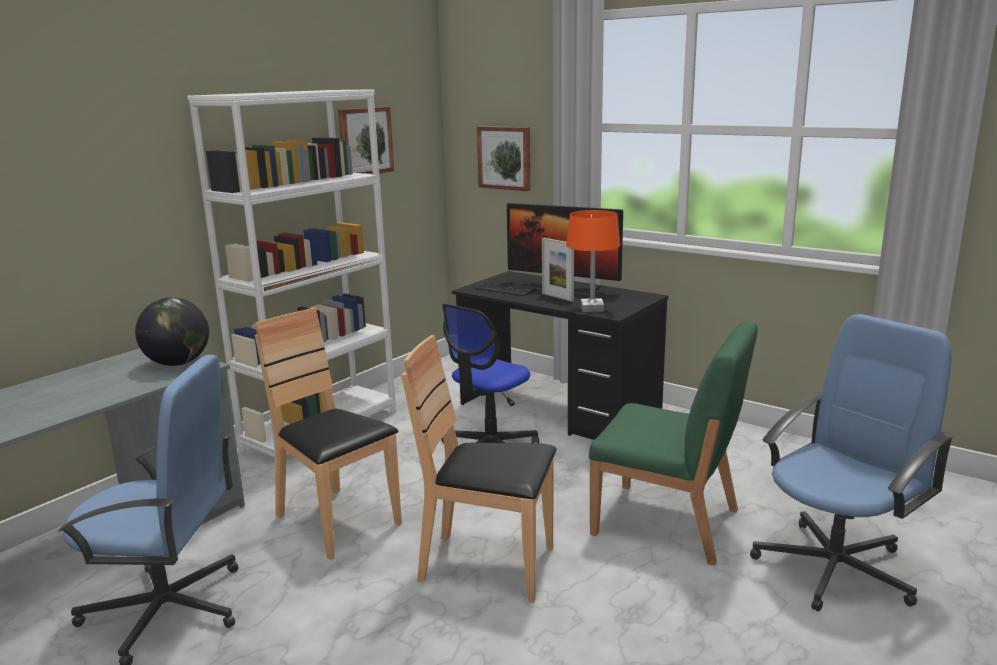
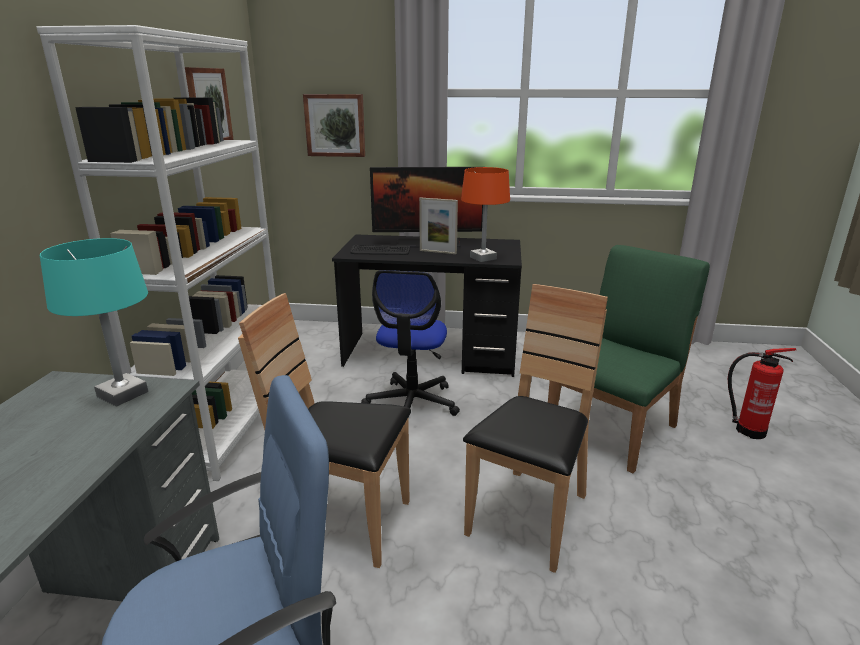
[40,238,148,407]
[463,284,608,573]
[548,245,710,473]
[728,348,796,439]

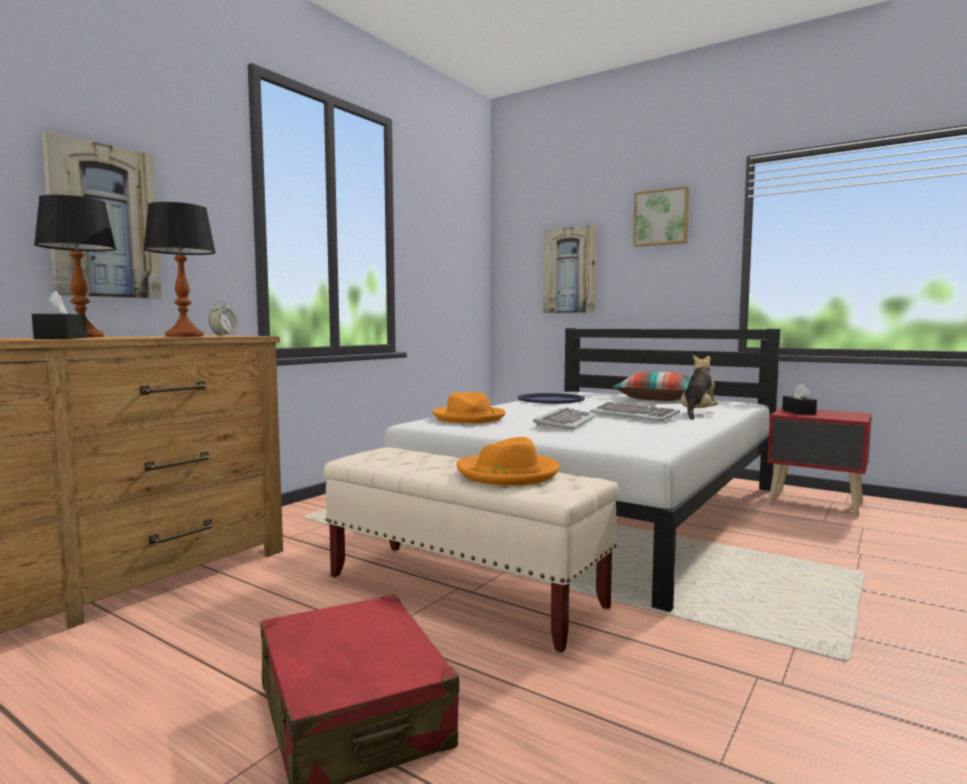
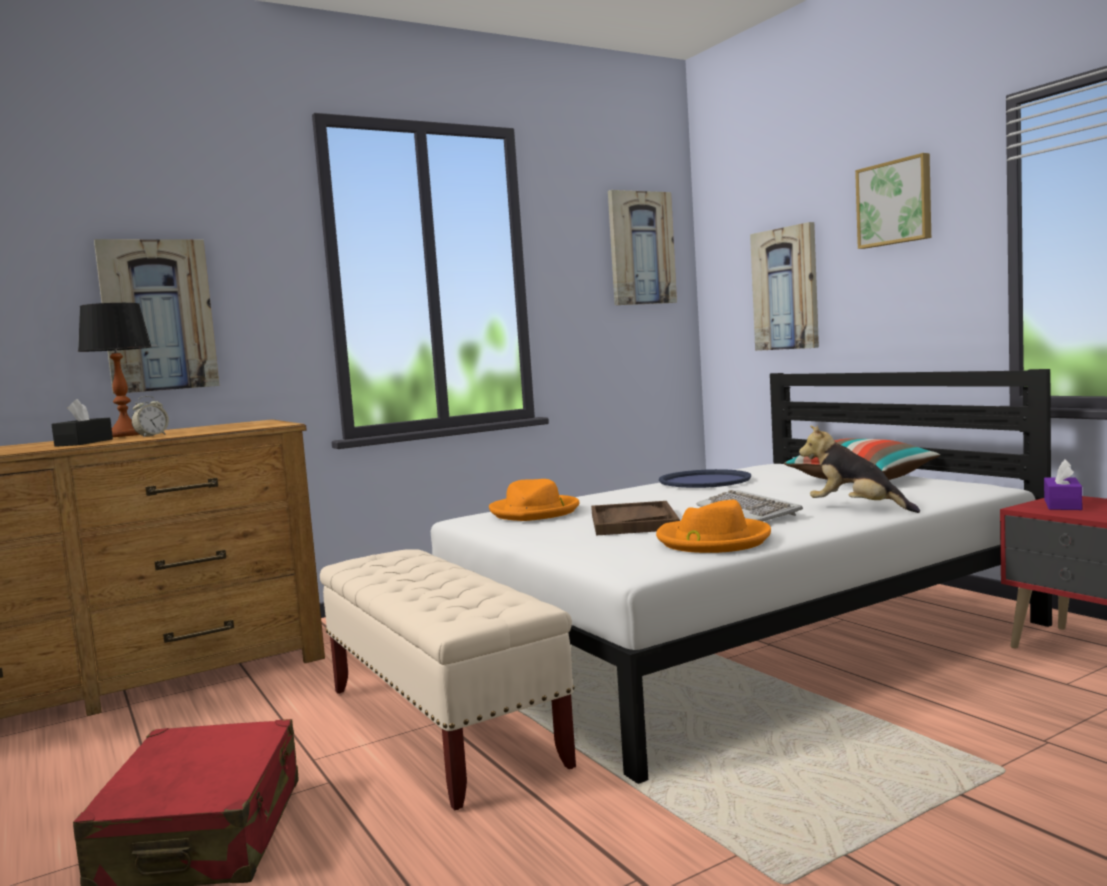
[143,202,216,337] (first image)
[131,396,169,438]
[656,500,771,553]
[591,501,680,536]
[799,425,920,513]
[1044,460,1082,510]
[608,190,677,305]

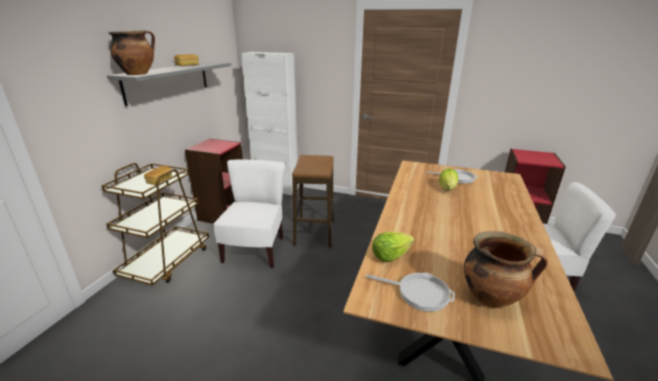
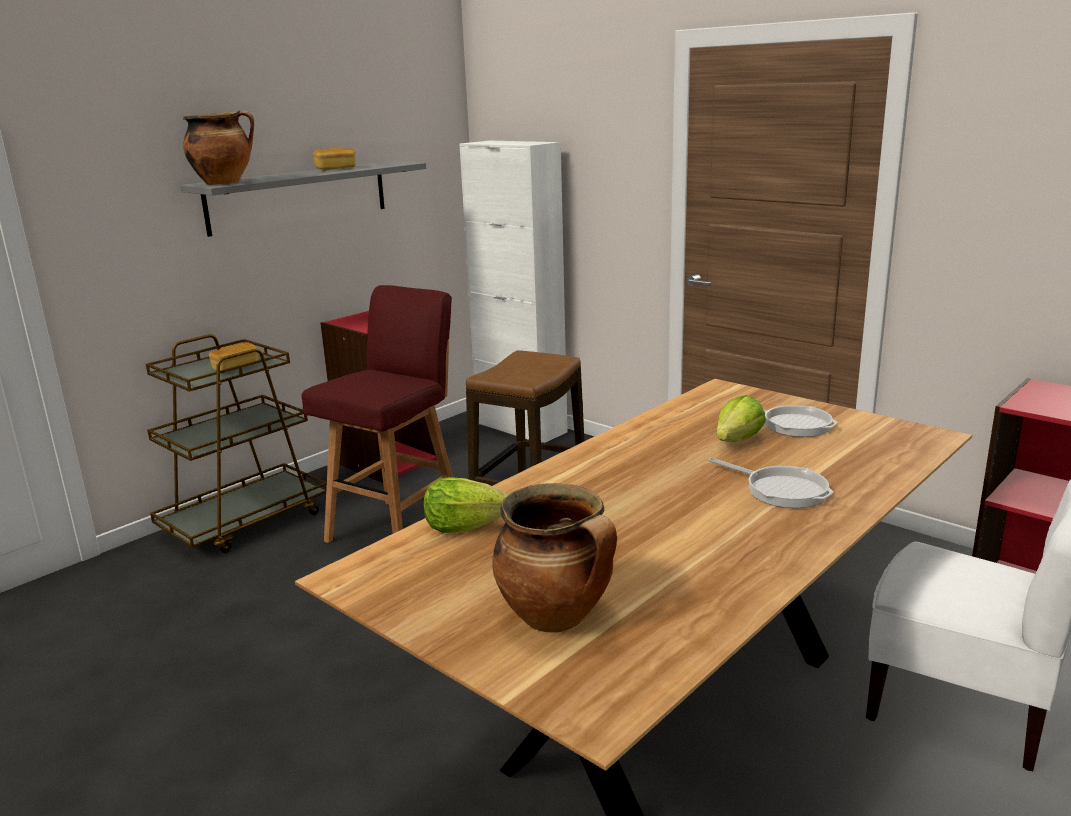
[302,285,453,543]
[708,457,834,508]

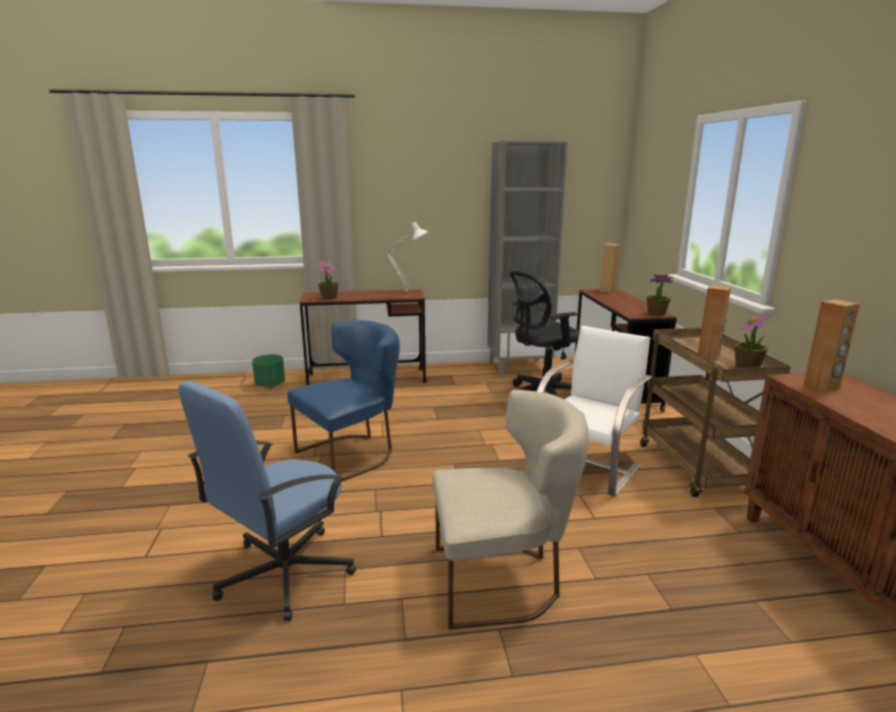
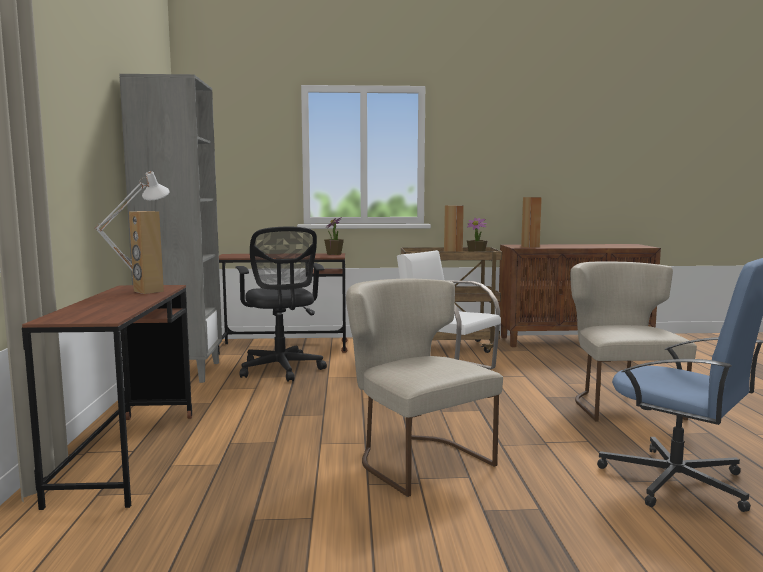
[252,354,285,388] (first image)
[346,279,503,497]
[316,261,338,300] (first image)
[129,211,164,294]

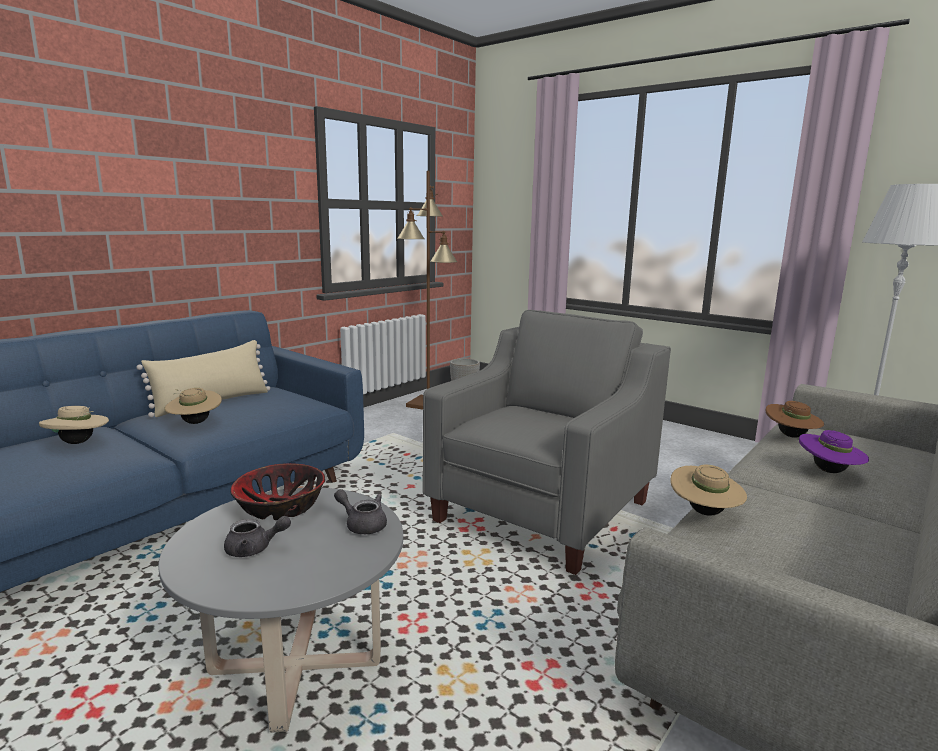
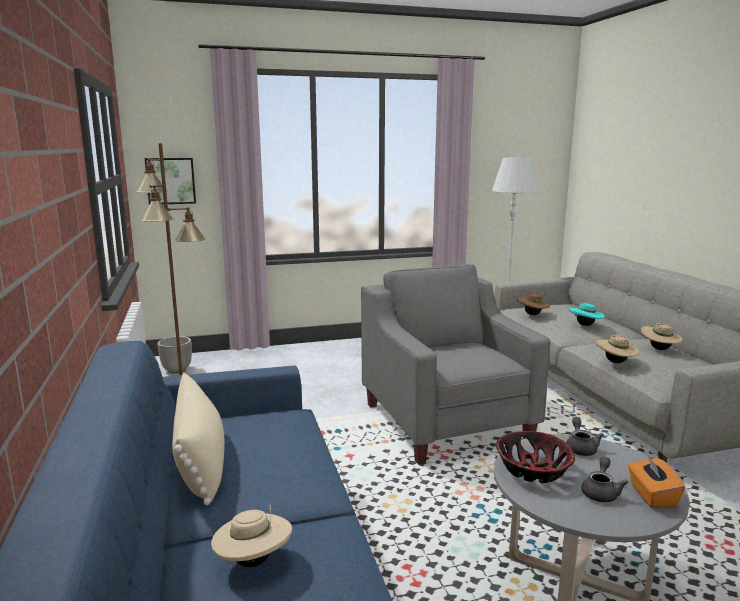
[641,323,683,350]
[566,417,604,456]
[569,303,605,326]
[144,158,196,205]
[628,456,685,508]

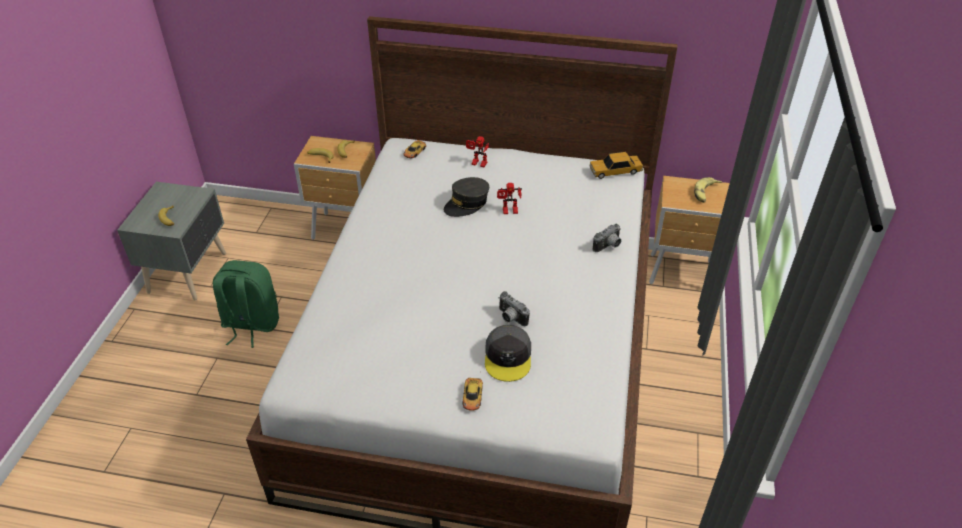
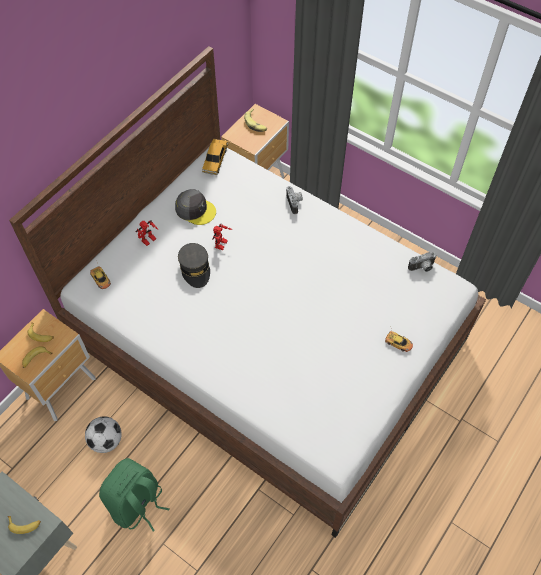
[175,189,216,225]
[408,252,436,272]
[85,416,122,453]

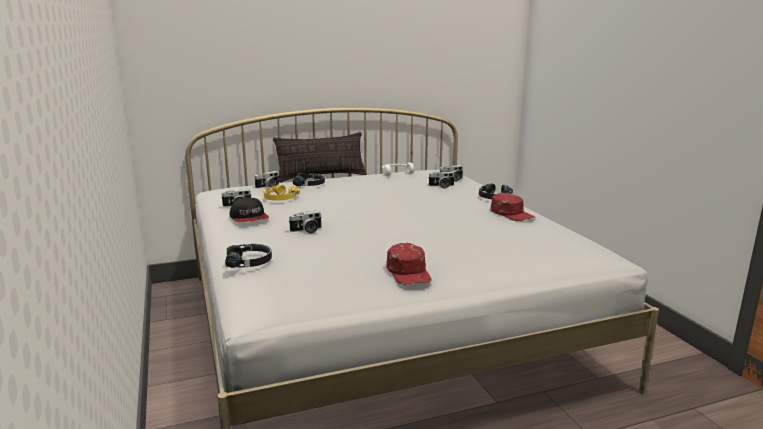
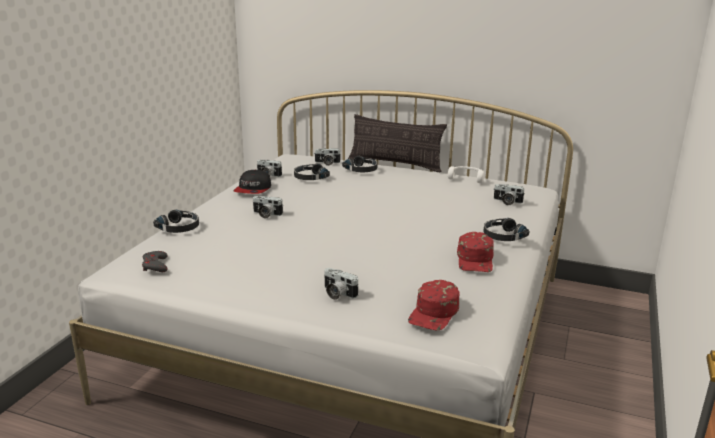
[294,163,330,180]
[408,280,460,330]
[324,268,358,300]
[142,251,168,272]

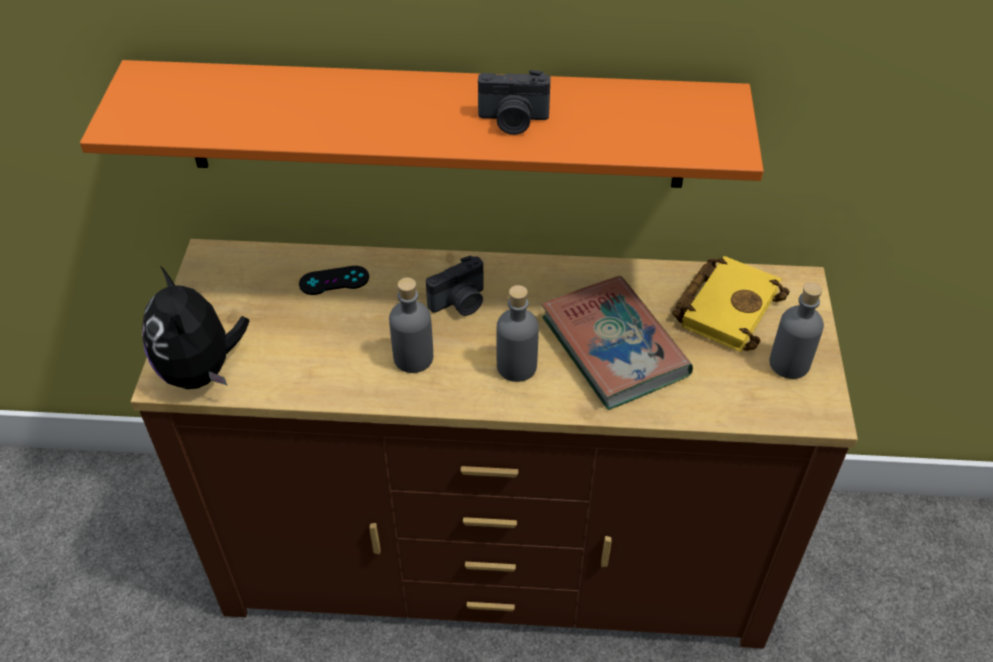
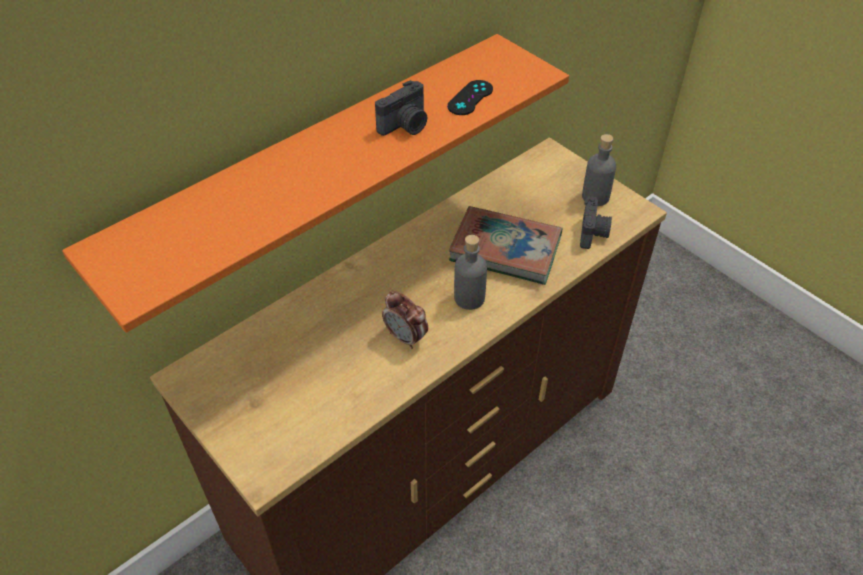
[142,266,250,389] (first image)
[447,80,493,115]
[382,291,428,349]
[580,196,612,249]
[672,256,790,352] (first image)

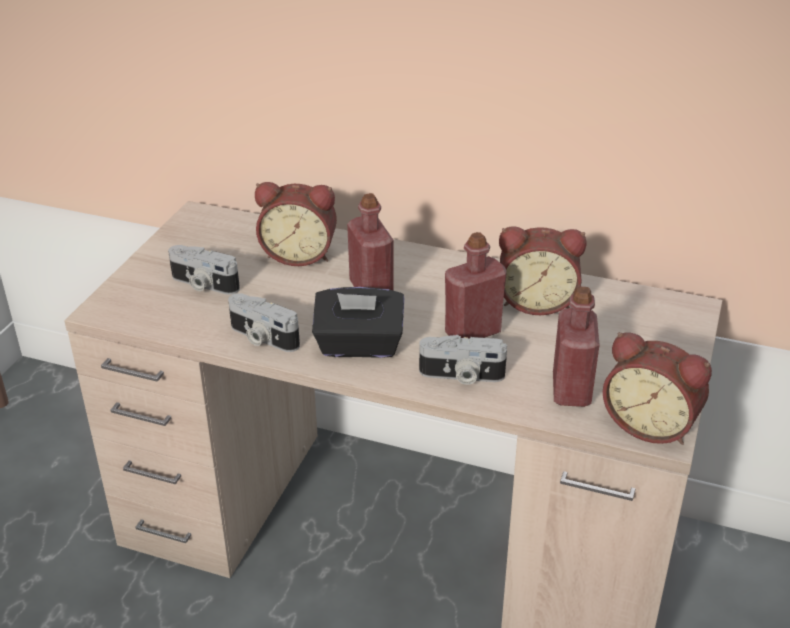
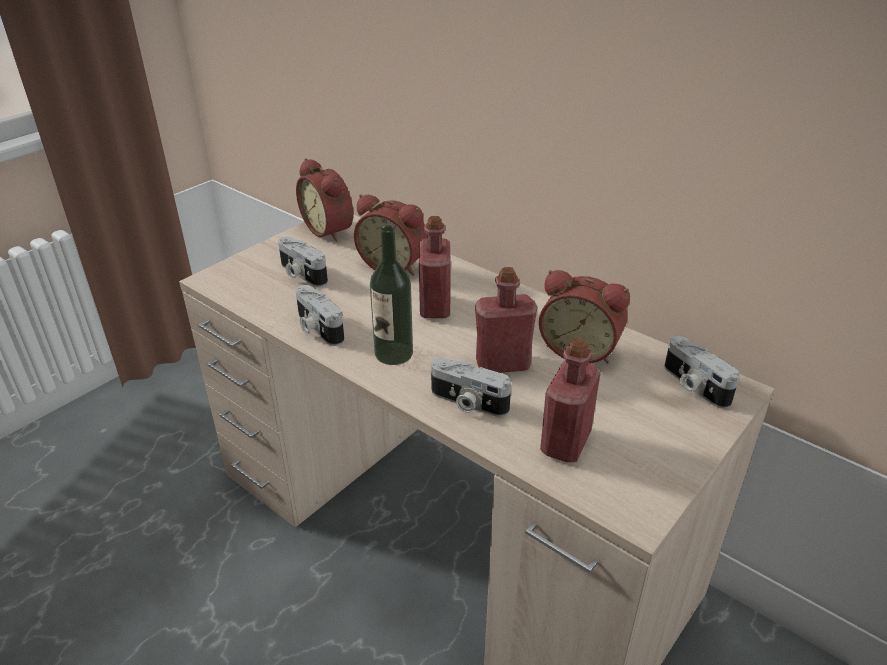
[370,225,413,365]
[296,158,353,242]
[664,336,739,409]

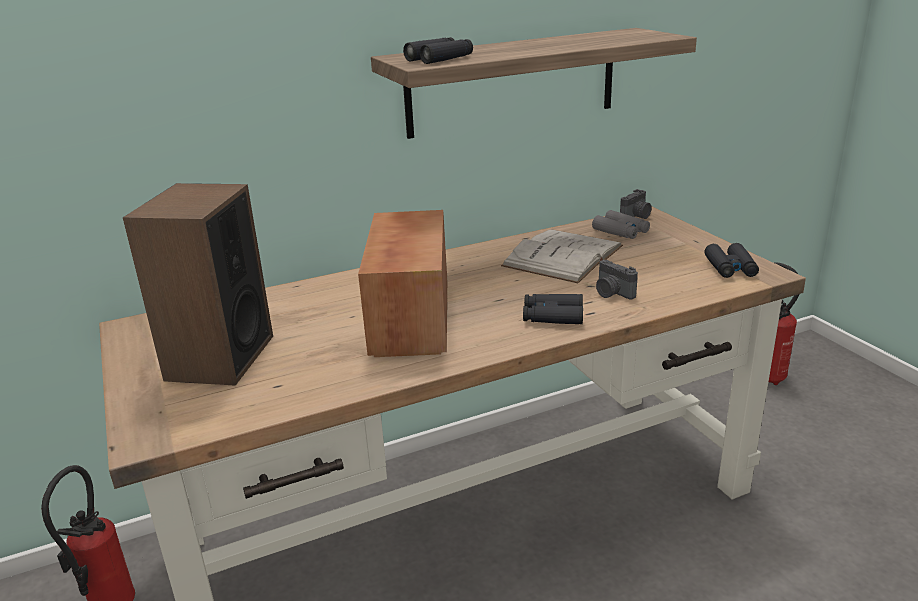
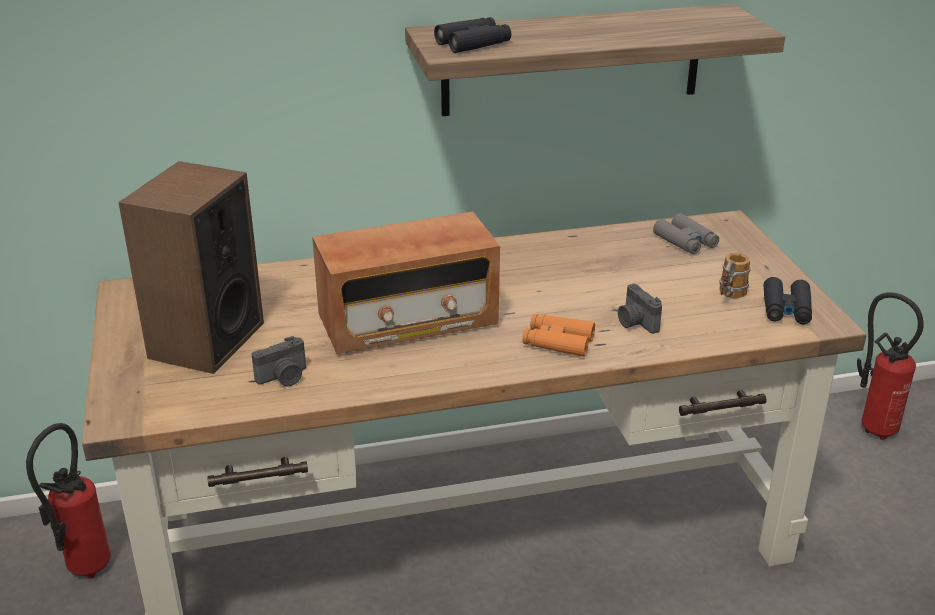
[312,212,500,354]
[501,229,623,283] (first image)
[523,314,595,357]
[252,336,306,387]
[719,253,751,298]

